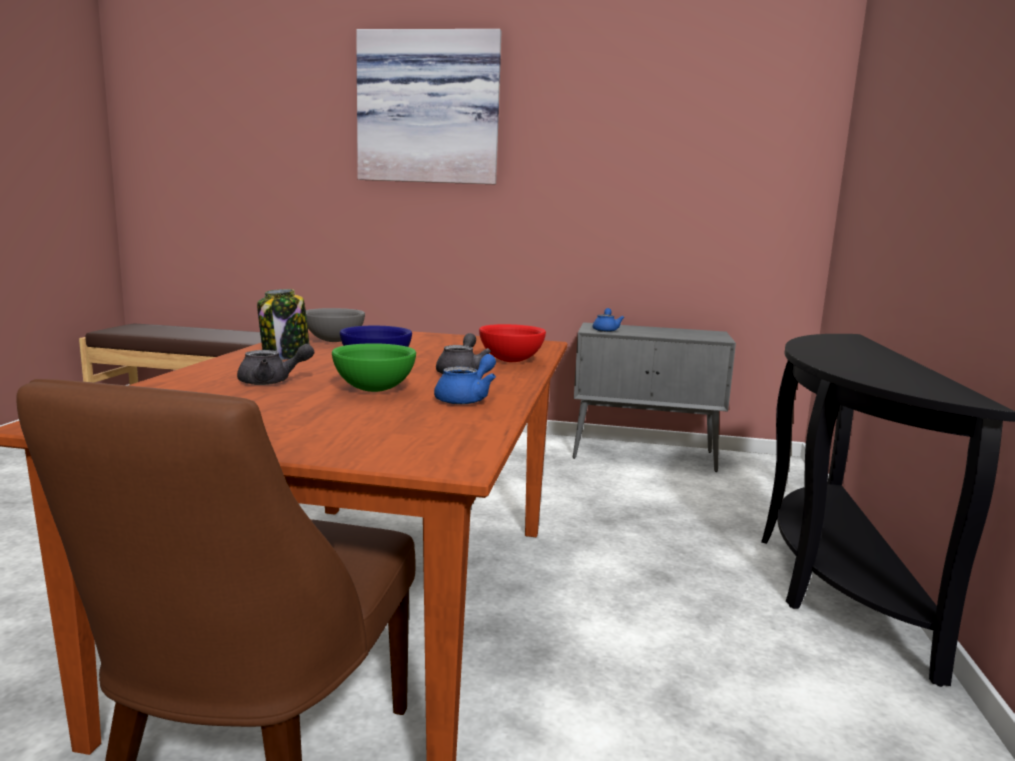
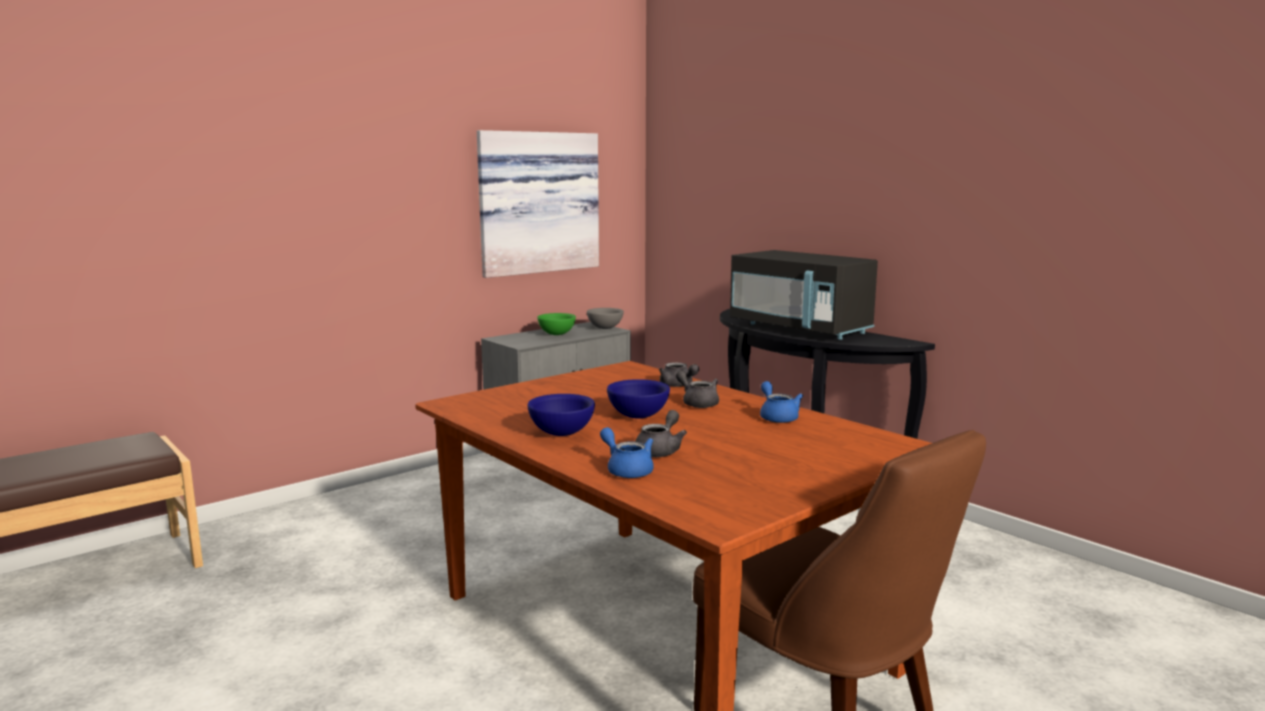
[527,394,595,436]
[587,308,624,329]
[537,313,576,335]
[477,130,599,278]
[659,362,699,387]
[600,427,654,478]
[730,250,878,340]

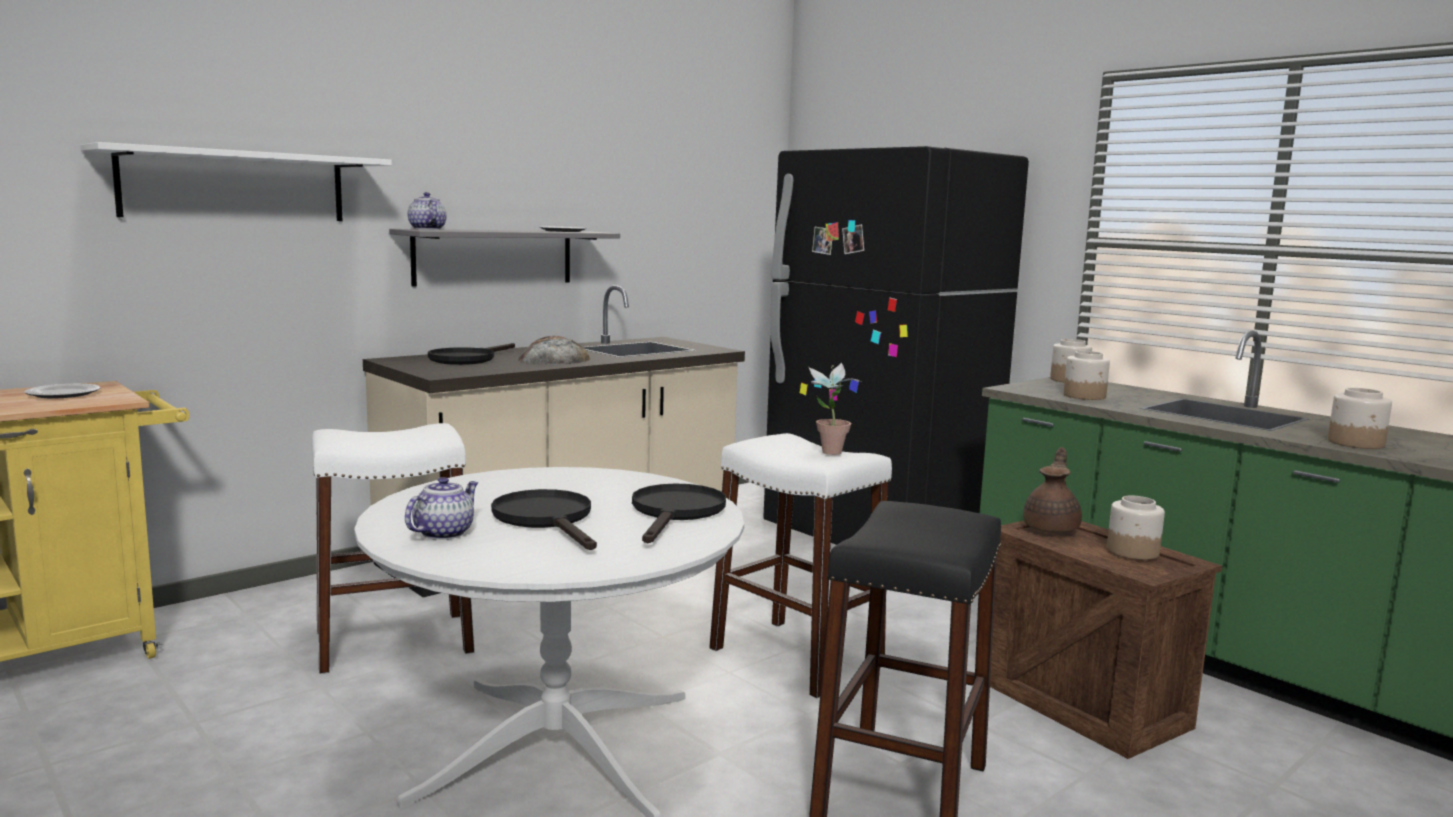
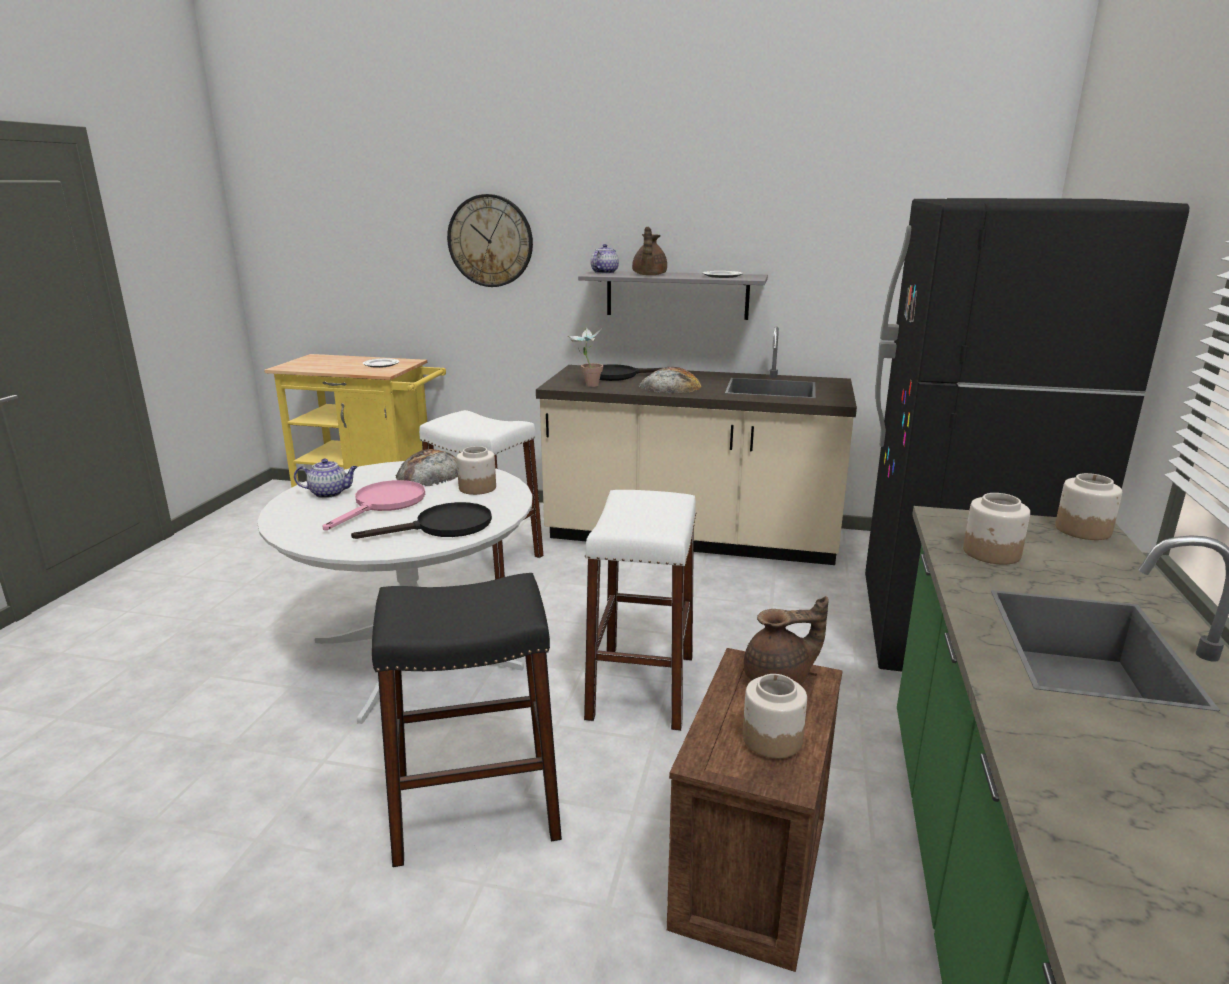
[447,194,533,287]
[322,480,425,530]
[568,328,603,387]
[457,446,496,495]
[396,449,458,486]
[632,226,667,275]

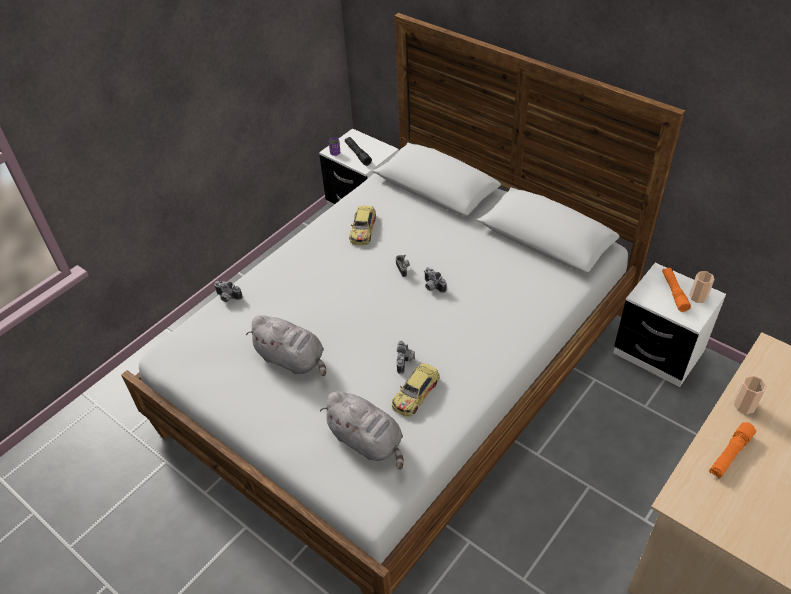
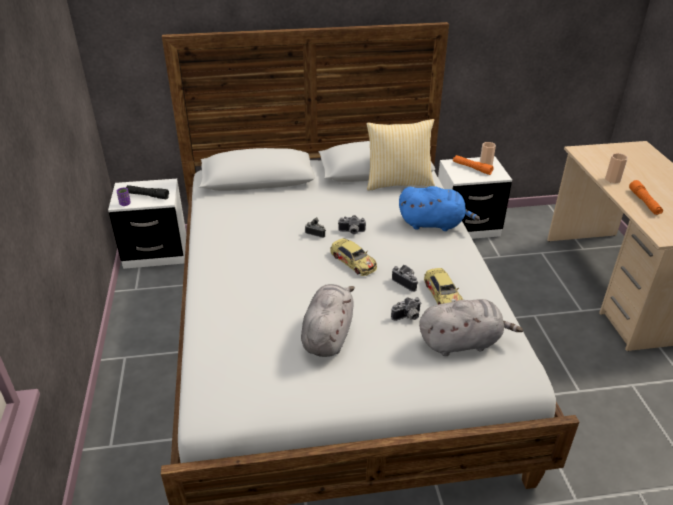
[391,297,422,321]
[301,284,355,357]
[330,238,377,276]
[366,119,435,191]
[399,186,480,231]

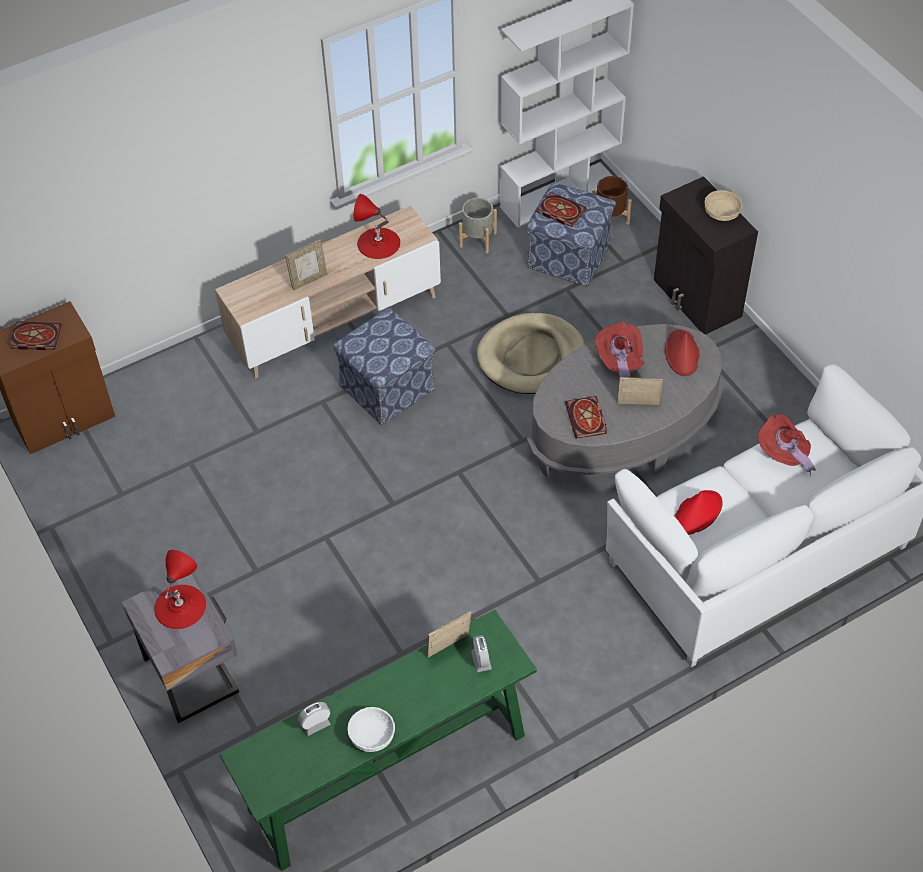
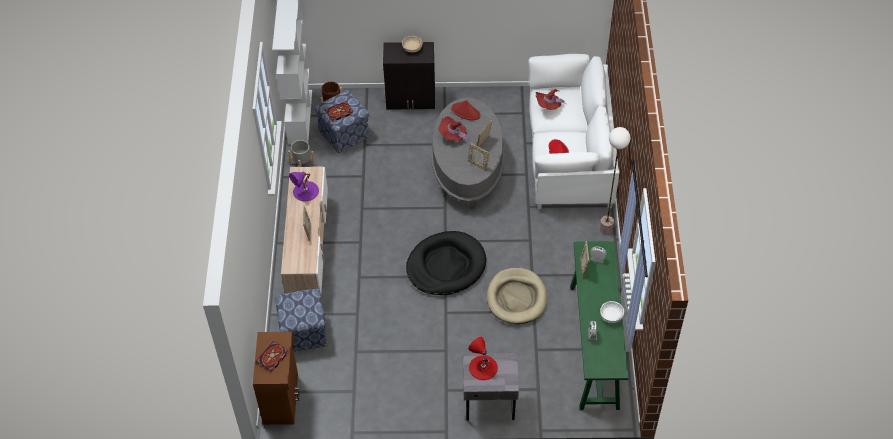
[276,288,327,351]
[289,172,319,201]
[487,268,547,324]
[468,142,489,171]
[406,231,486,295]
[600,127,630,234]

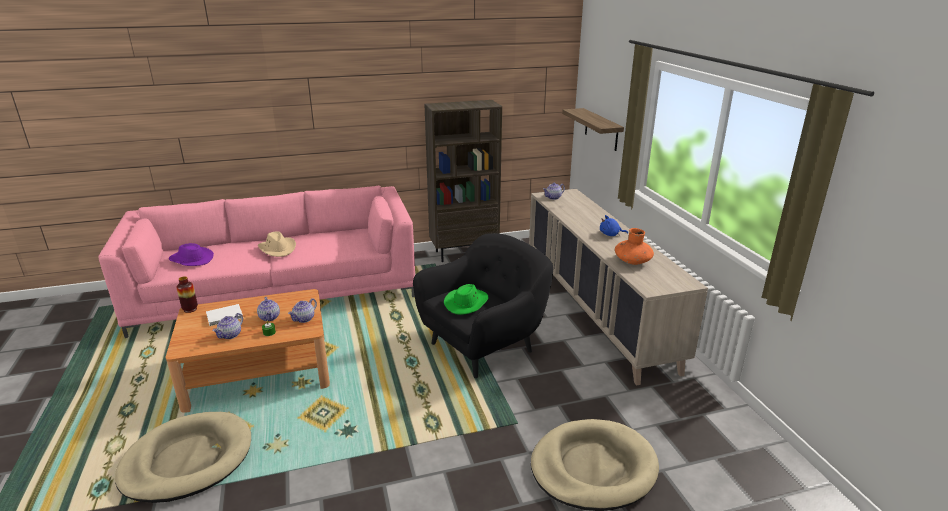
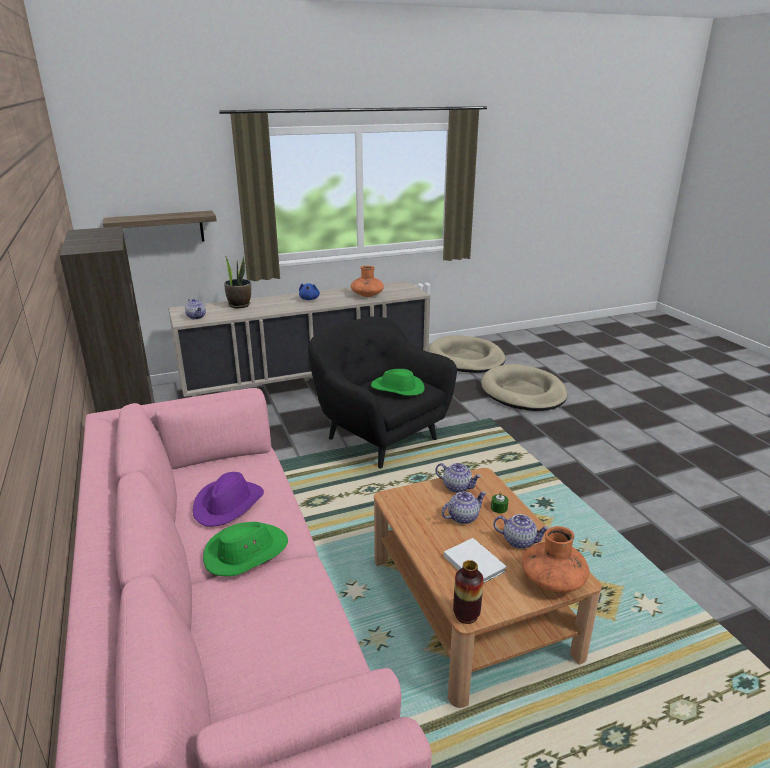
[428,335,506,373]
[193,472,264,527]
[203,522,288,576]
[224,256,251,308]
[522,526,589,592]

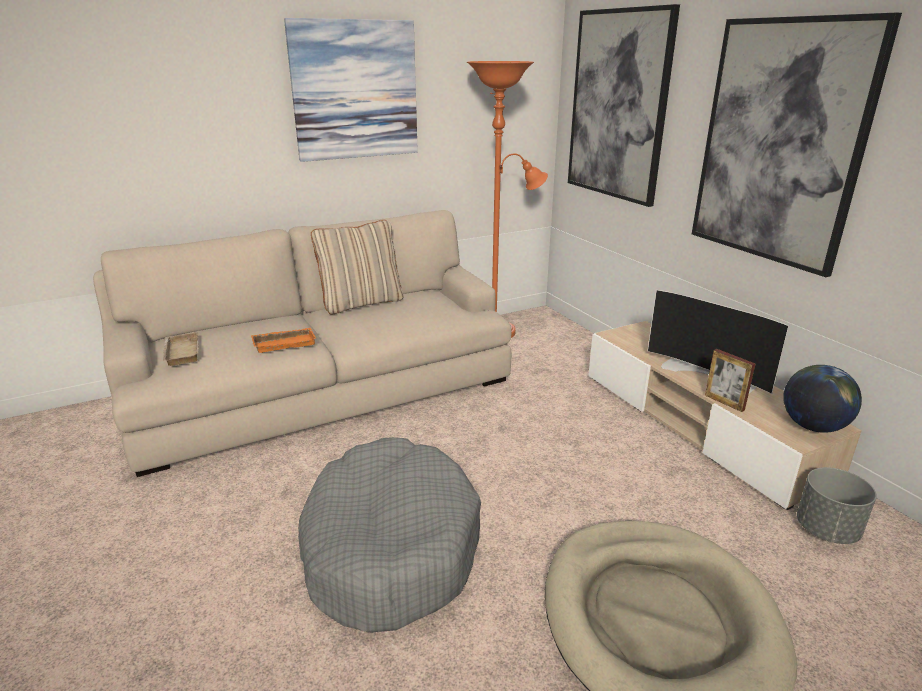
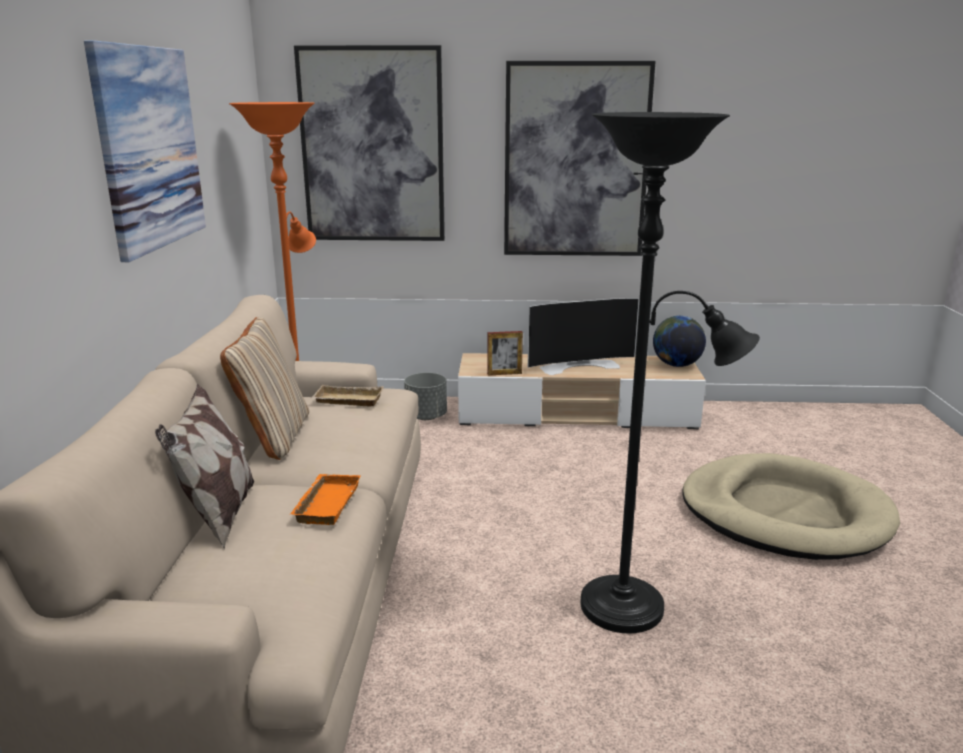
[311,385,384,406]
[580,112,760,634]
[487,331,523,375]
[404,372,447,420]
[155,384,254,549]

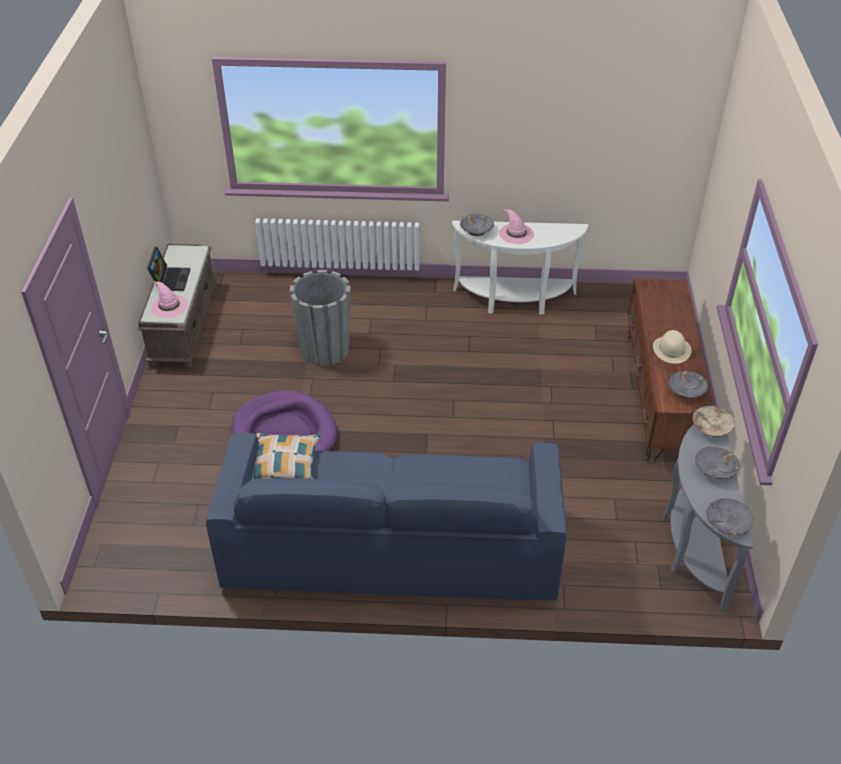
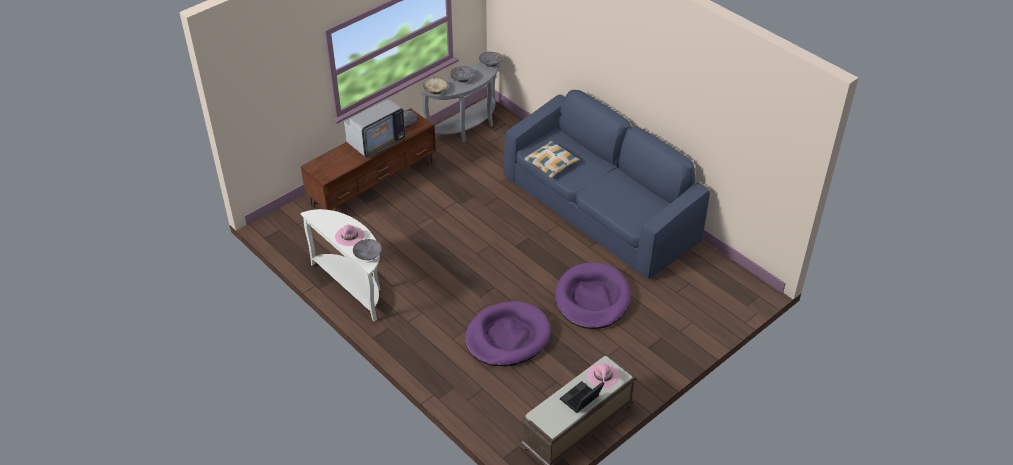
[522,141,580,178]
[465,301,551,366]
[344,99,406,157]

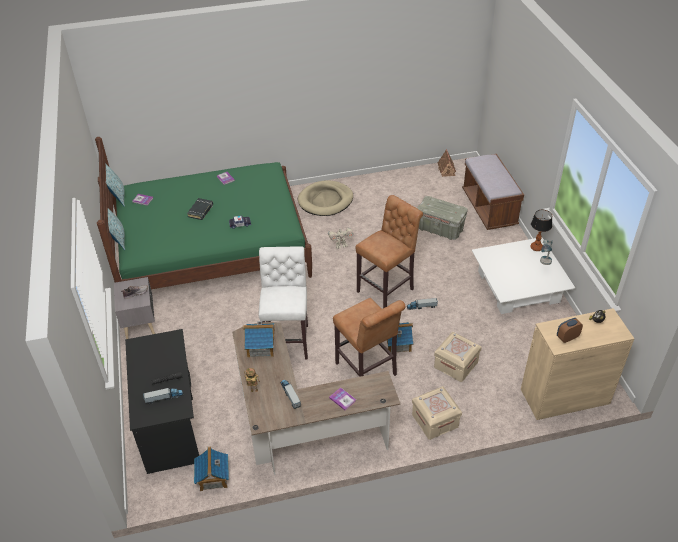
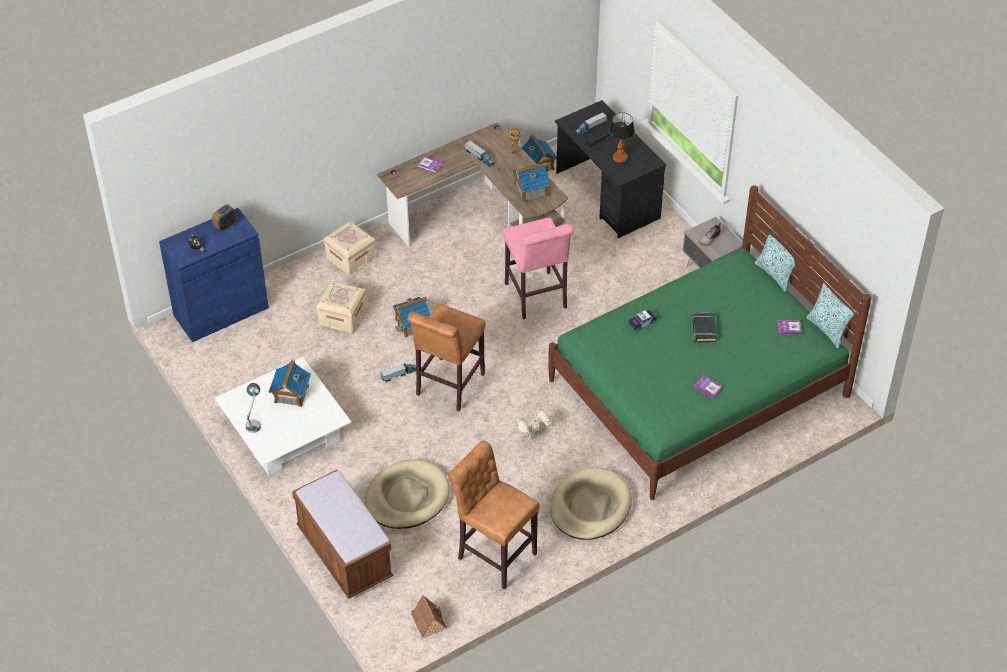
[504,217,573,320]
[448,440,540,589]
[365,459,450,529]
[159,208,269,342]
[609,113,635,163]
[269,360,311,407]

